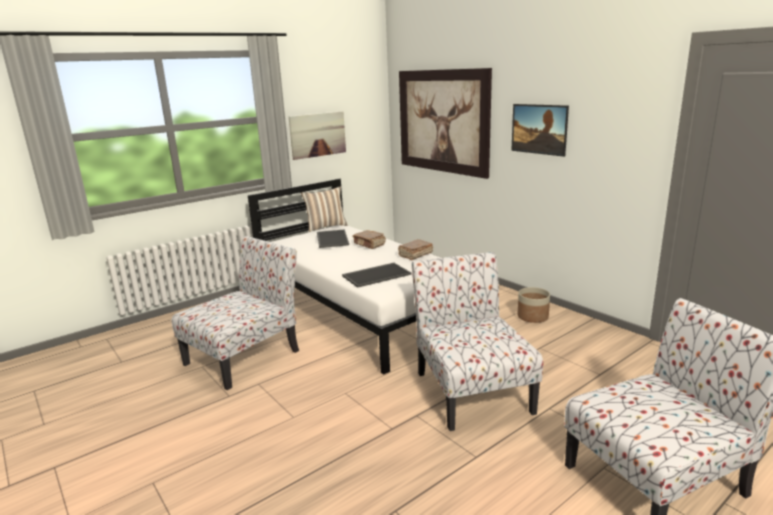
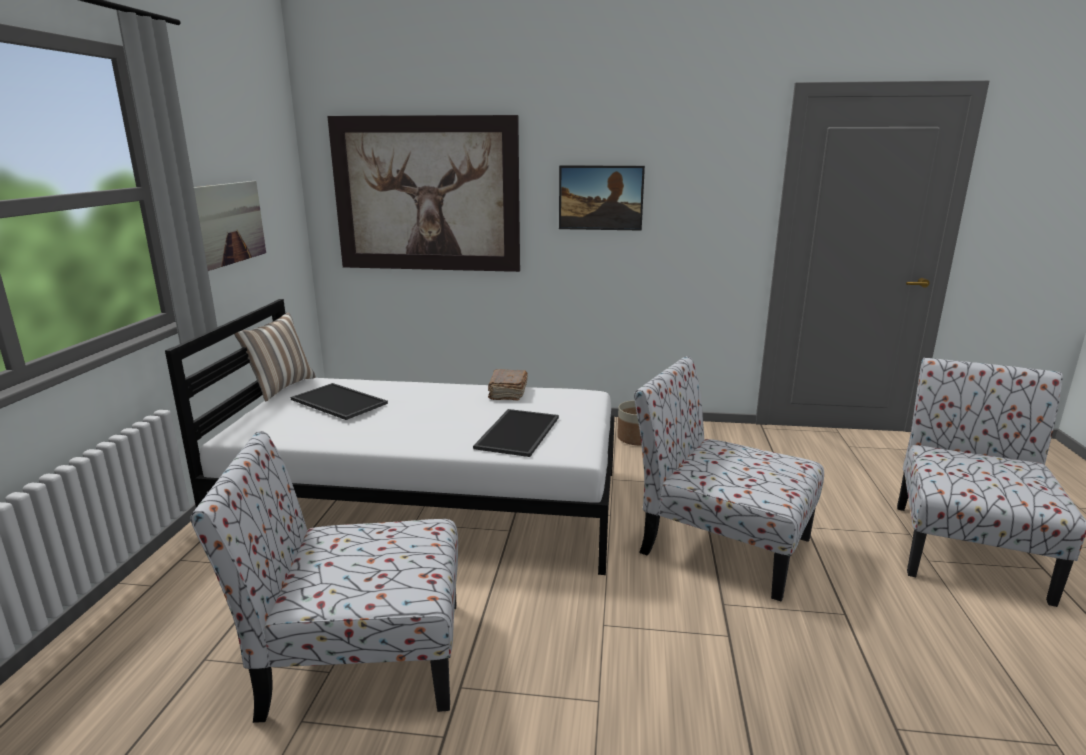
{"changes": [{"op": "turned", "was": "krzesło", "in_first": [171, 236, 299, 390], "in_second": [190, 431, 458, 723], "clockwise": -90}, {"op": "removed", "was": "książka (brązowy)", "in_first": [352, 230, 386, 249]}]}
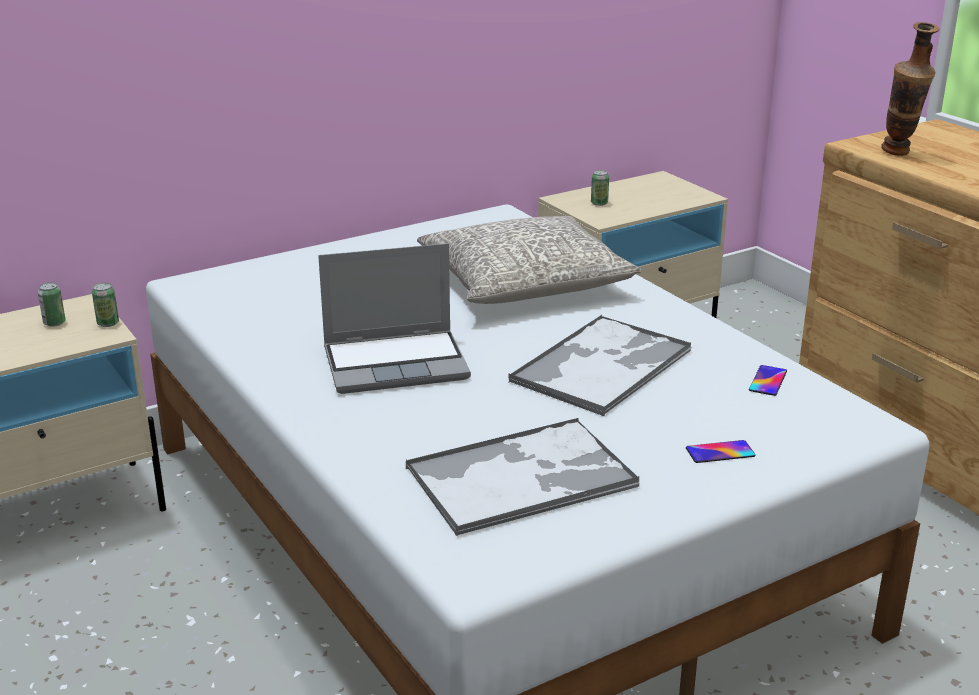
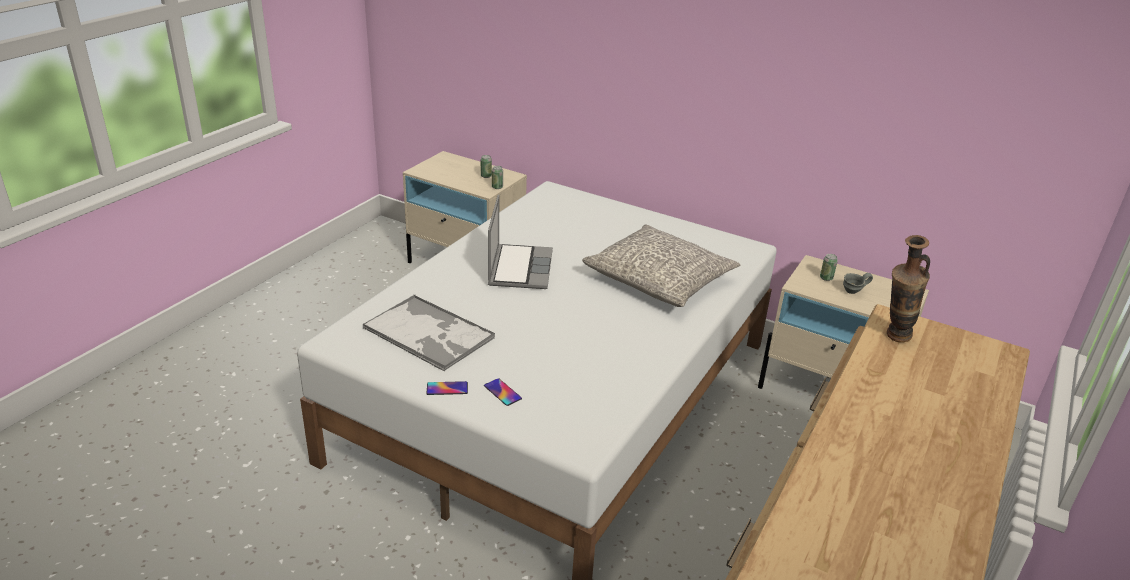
{"changes": [{"op": "moved", "was": "telefon", "in_first": [749, 365, 787, 396], "in_second": [427, 381, 468, 395]}, {"op": "turned", "was": "laptop", "in_first": [318, 243, 471, 394], "in_second": [488, 195, 553, 289], "clockwise": -135}, {"op": "added", "now": "kubek (szary)", "in_second": [843, 273, 873, 294]}, {"op": "removed", "was": "taca", "in_first": [508, 315, 693, 417]}]}
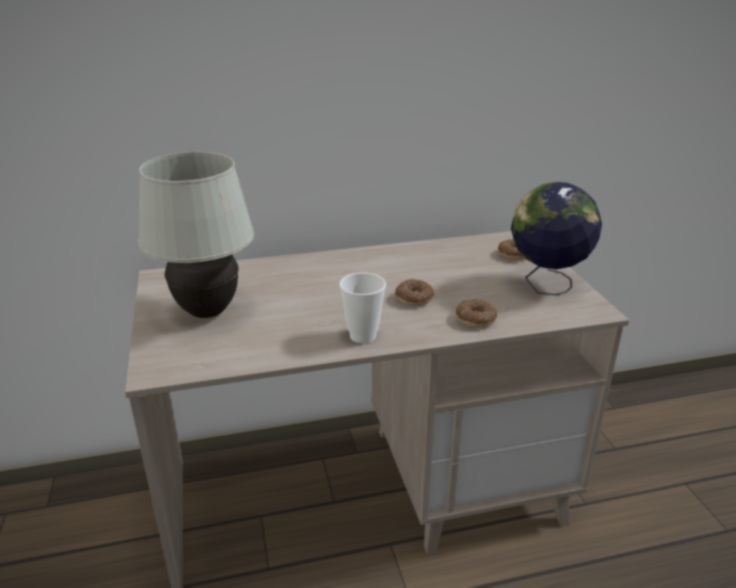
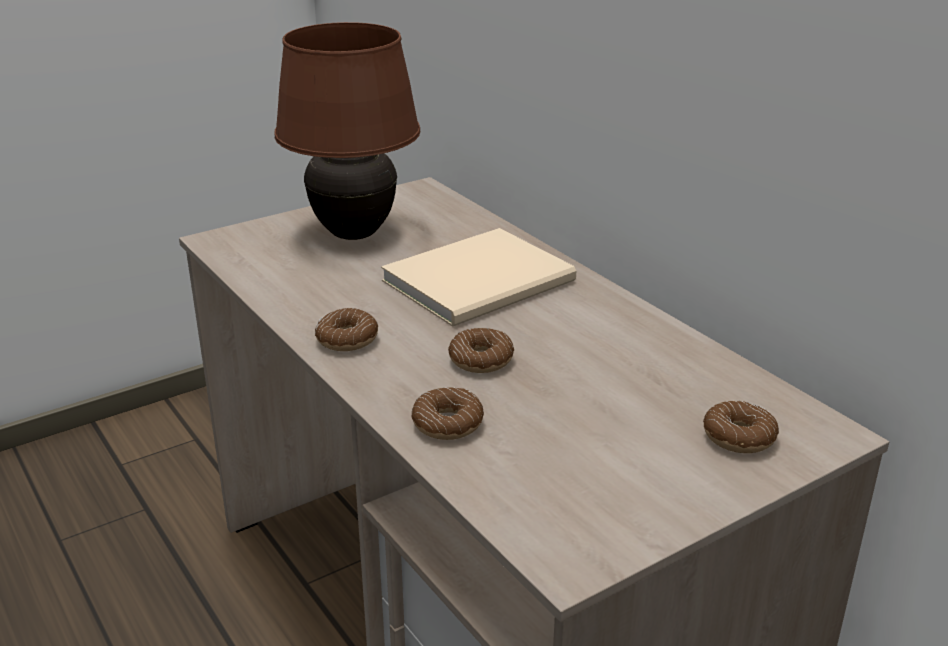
{"changes": [{"op": "recoloured", "was": "lampa stołowa (biały)", "now": "lampa stołowa (brązowy)", "in_first": [138, 152, 254, 318], "in_second": [274, 22, 420, 240]}, {"op": "replaced", "was": "filiżanka", "now": "donut", "in_first": [340, 273, 386, 343], "in_second": [315, 308, 378, 351]}, {"op": "added", "now": "książka (beżowy)", "in_second": [381, 228, 576, 327]}, {"op": "removed", "was": "globus", "in_first": [511, 182, 602, 295]}]}
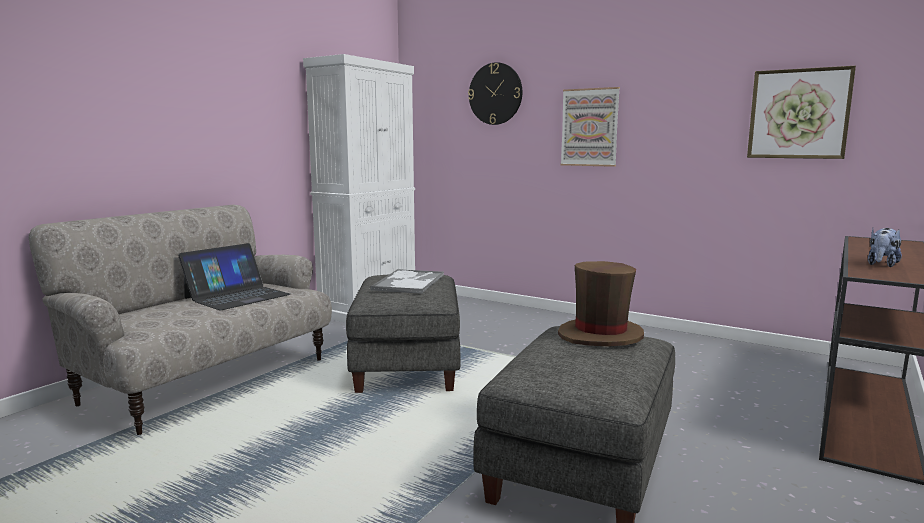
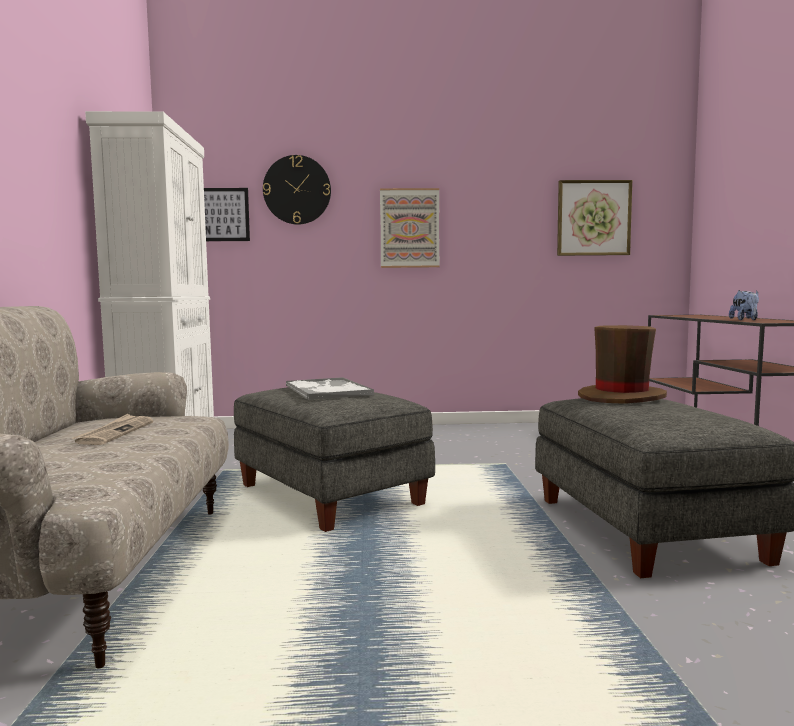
{"changes": [{"op": "replaced", "was": "laptop", "now": "gazeta", "in_first": [178, 243, 290, 310], "in_second": [71, 414, 153, 445]}, {"op": "added", "now": "obraz", "in_second": [204, 188, 250, 241]}]}
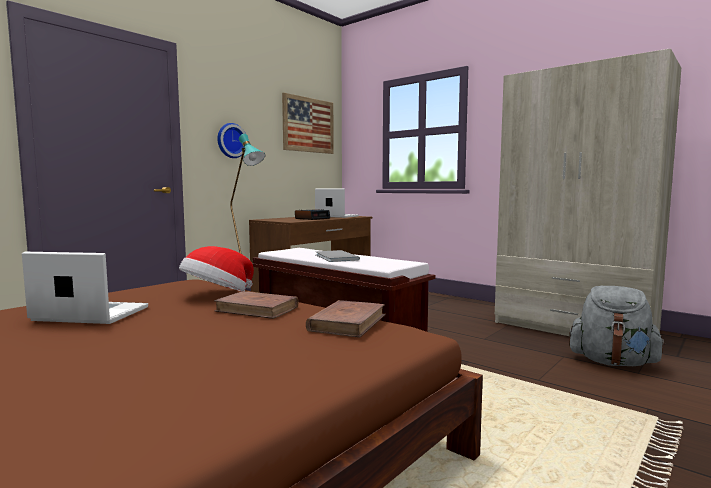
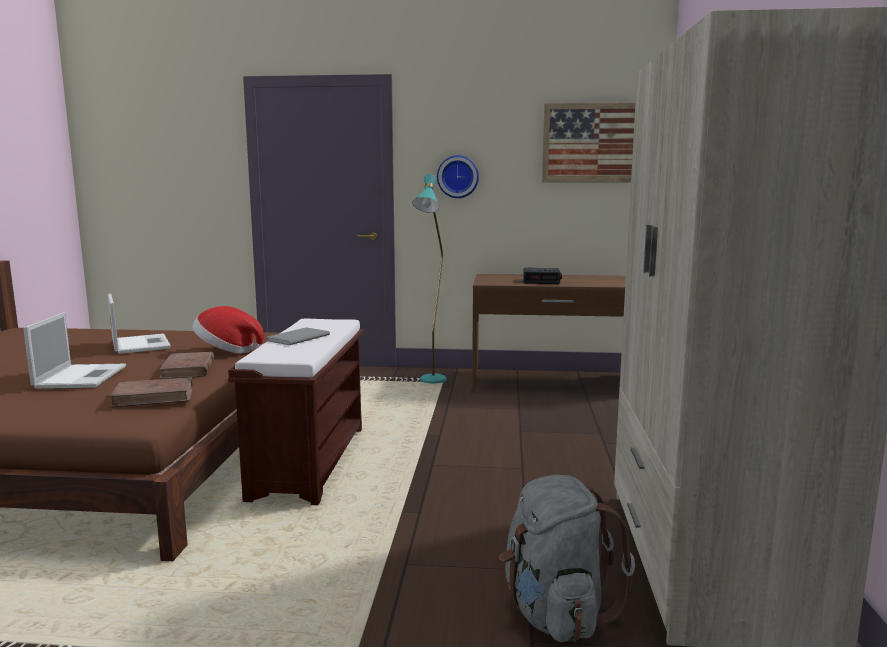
{"changes": [{"op": "moved", "was": "laptop", "in_first": [315, 189, 359, 218], "in_second": [23, 312, 126, 389]}]}
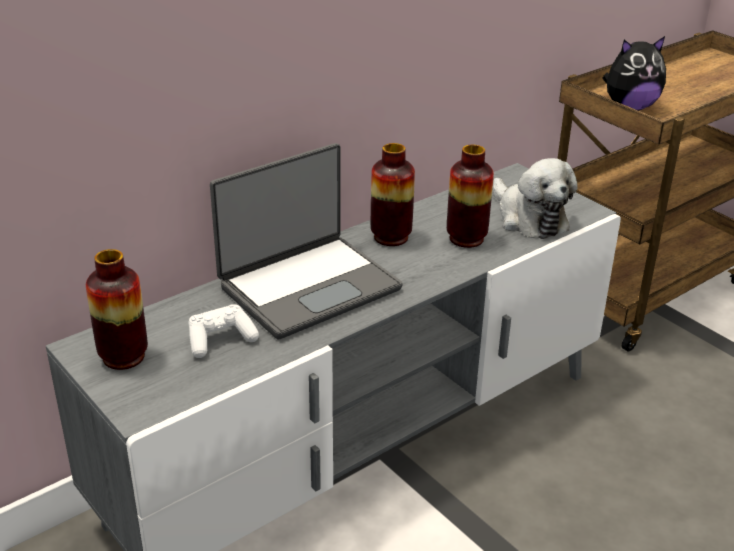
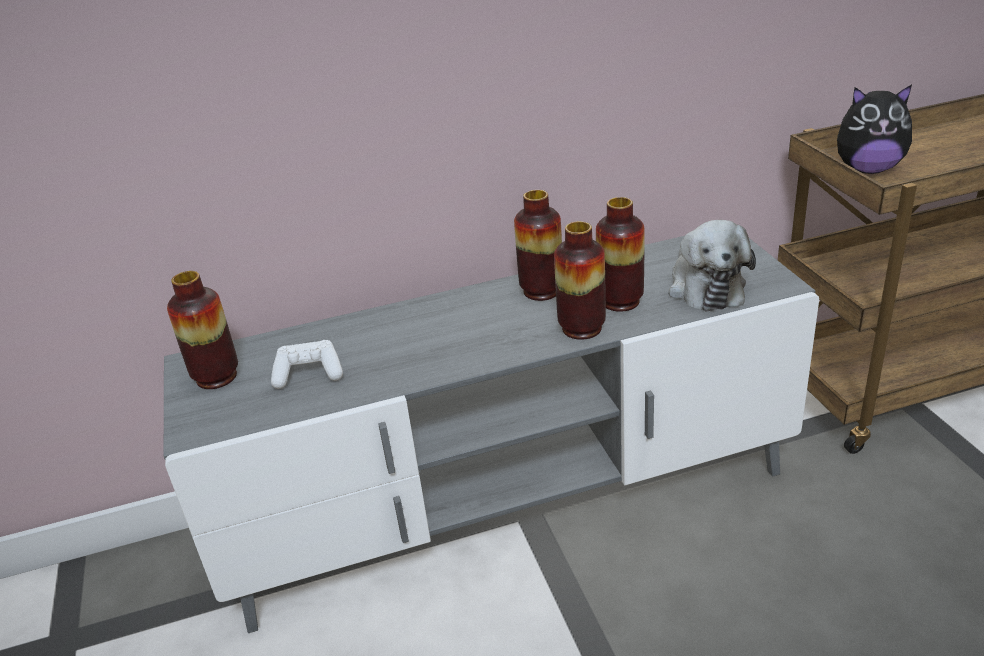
{"changes": [{"op": "added", "now": "wazon", "in_second": [554, 221, 606, 340]}, {"op": "removed", "was": "laptop", "in_first": [210, 143, 403, 340]}]}
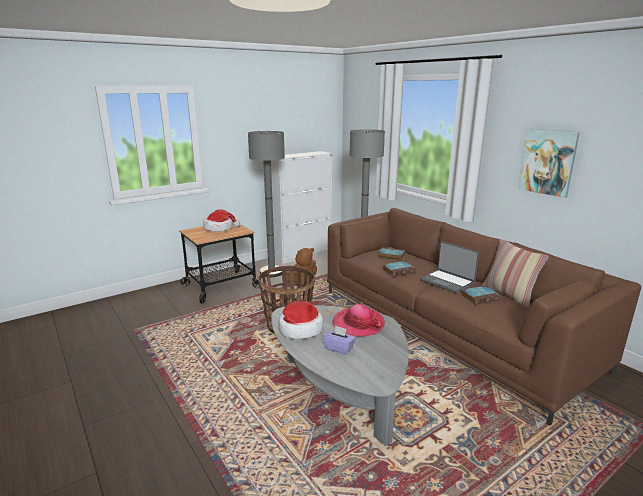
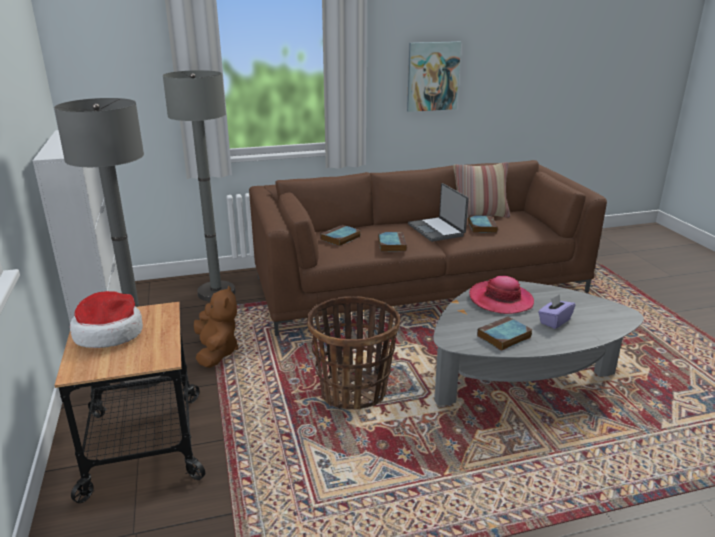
{"changes": [{"op": "turned", "was": "laptop", "in_first": [420, 241, 479, 294], "in_second": [408, 183, 469, 242], "clockwise": 90}, {"op": "replaced", "was": "kapelusz", "now": "książka", "in_first": [279, 301, 323, 339], "in_second": [477, 316, 533, 351]}]}
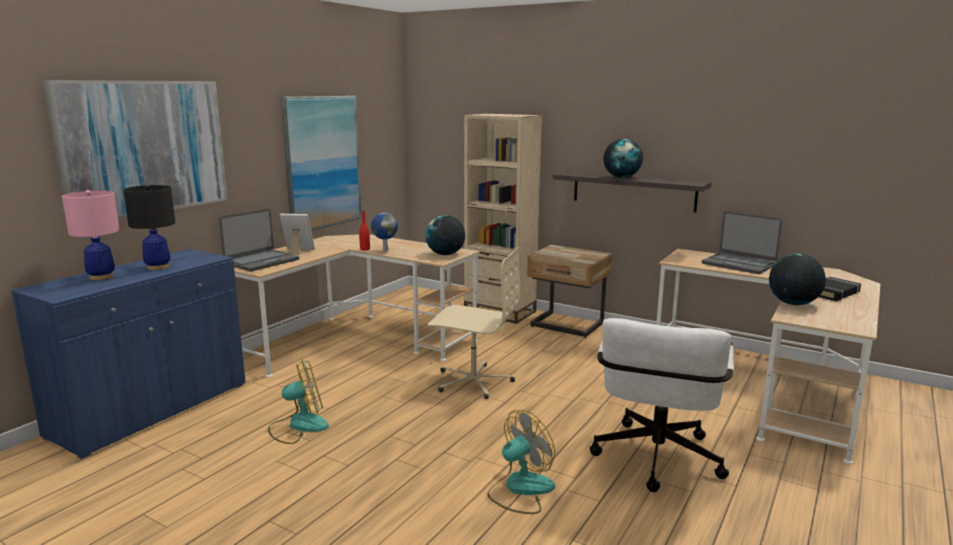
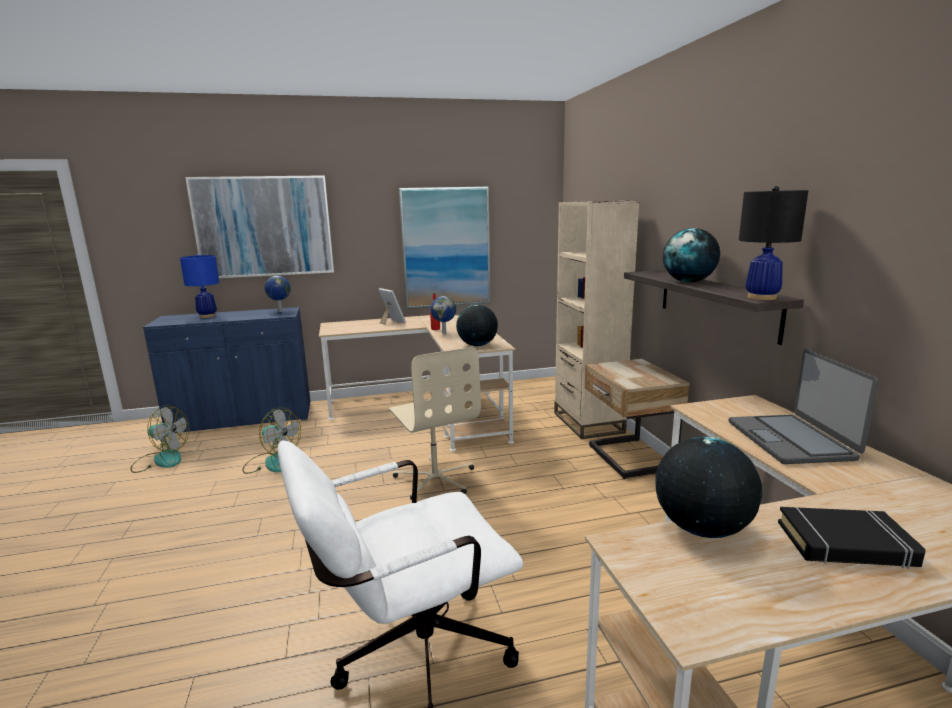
{"changes": [{"op": "moved", "was": "wentylator", "in_first": [487, 410, 555, 514], "in_second": [130, 405, 189, 473]}, {"op": "recoloured", "was": "lampa stołowa (różowy)", "now": "lampa stołowa (niebieski)", "in_first": [62, 190, 120, 280], "in_second": [180, 254, 220, 318]}, {"op": "added", "now": "globus", "in_second": [265, 276, 291, 312]}, {"op": "moved", "was": "lampa stołowa (czarny)", "in_first": [123, 185, 175, 270], "in_second": [739, 186, 808, 300]}, {"op": "removed", "was": "laptop", "in_first": [219, 209, 300, 271]}]}
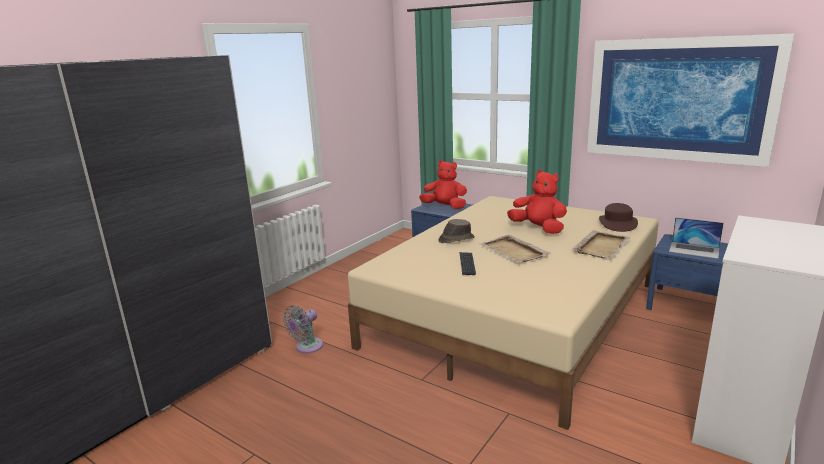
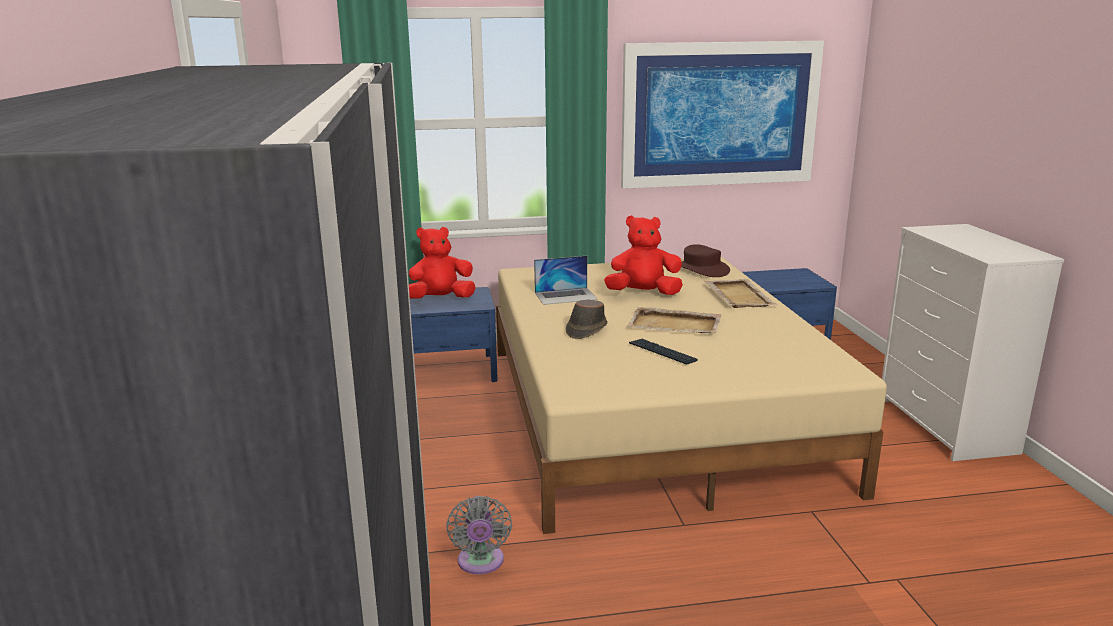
{"changes": [{"op": "moved", "was": "laptop", "in_first": [669, 217, 724, 259], "in_second": [534, 256, 598, 305]}]}
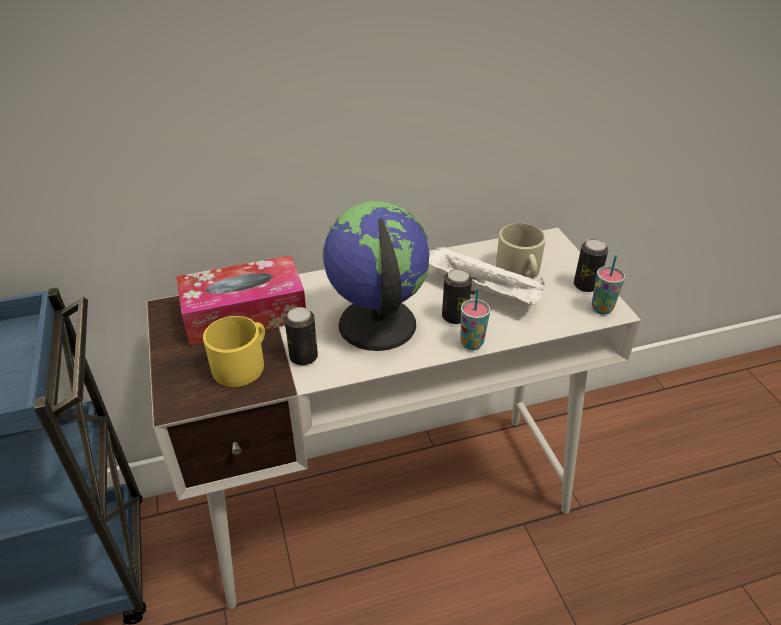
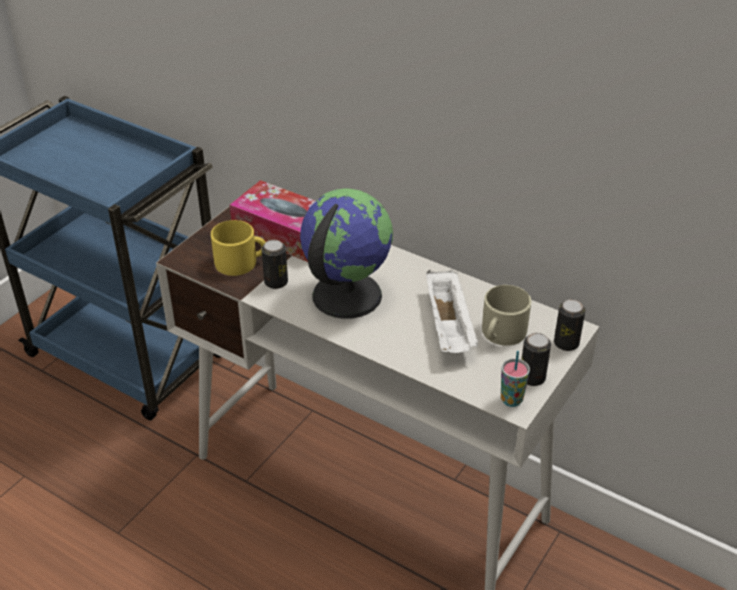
{"changes": [{"op": "moved", "was": "puszka", "in_first": [442, 269, 472, 324], "in_second": [554, 299, 586, 351]}, {"op": "removed", "was": "filiżanka", "in_first": [461, 289, 490, 350]}]}
